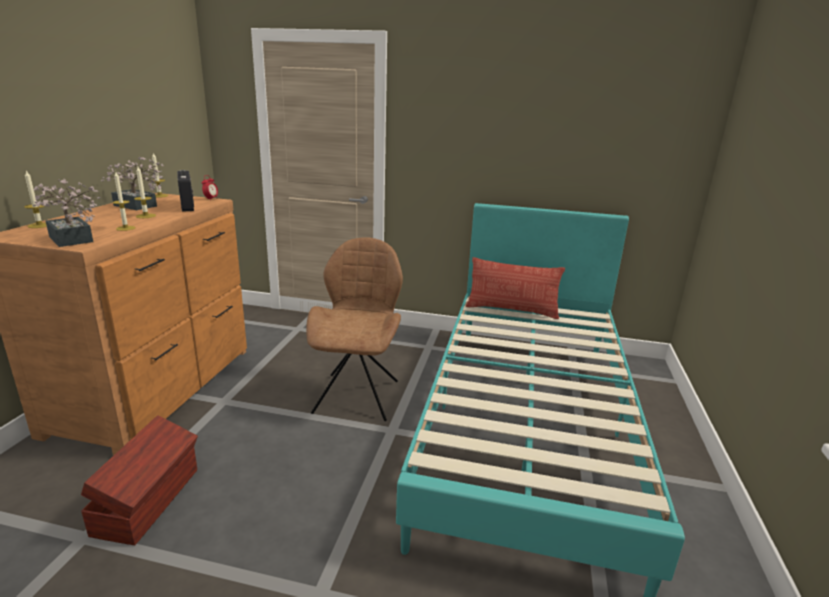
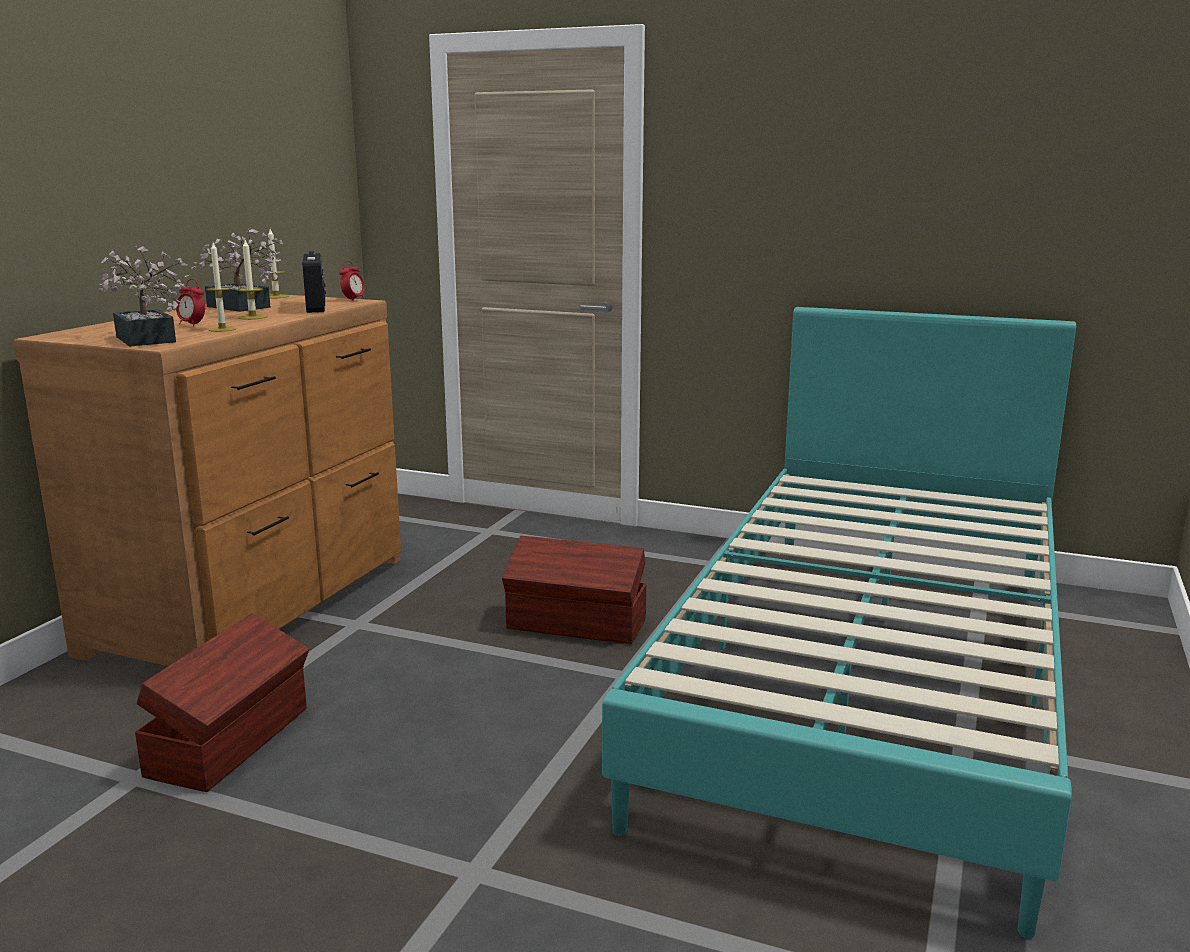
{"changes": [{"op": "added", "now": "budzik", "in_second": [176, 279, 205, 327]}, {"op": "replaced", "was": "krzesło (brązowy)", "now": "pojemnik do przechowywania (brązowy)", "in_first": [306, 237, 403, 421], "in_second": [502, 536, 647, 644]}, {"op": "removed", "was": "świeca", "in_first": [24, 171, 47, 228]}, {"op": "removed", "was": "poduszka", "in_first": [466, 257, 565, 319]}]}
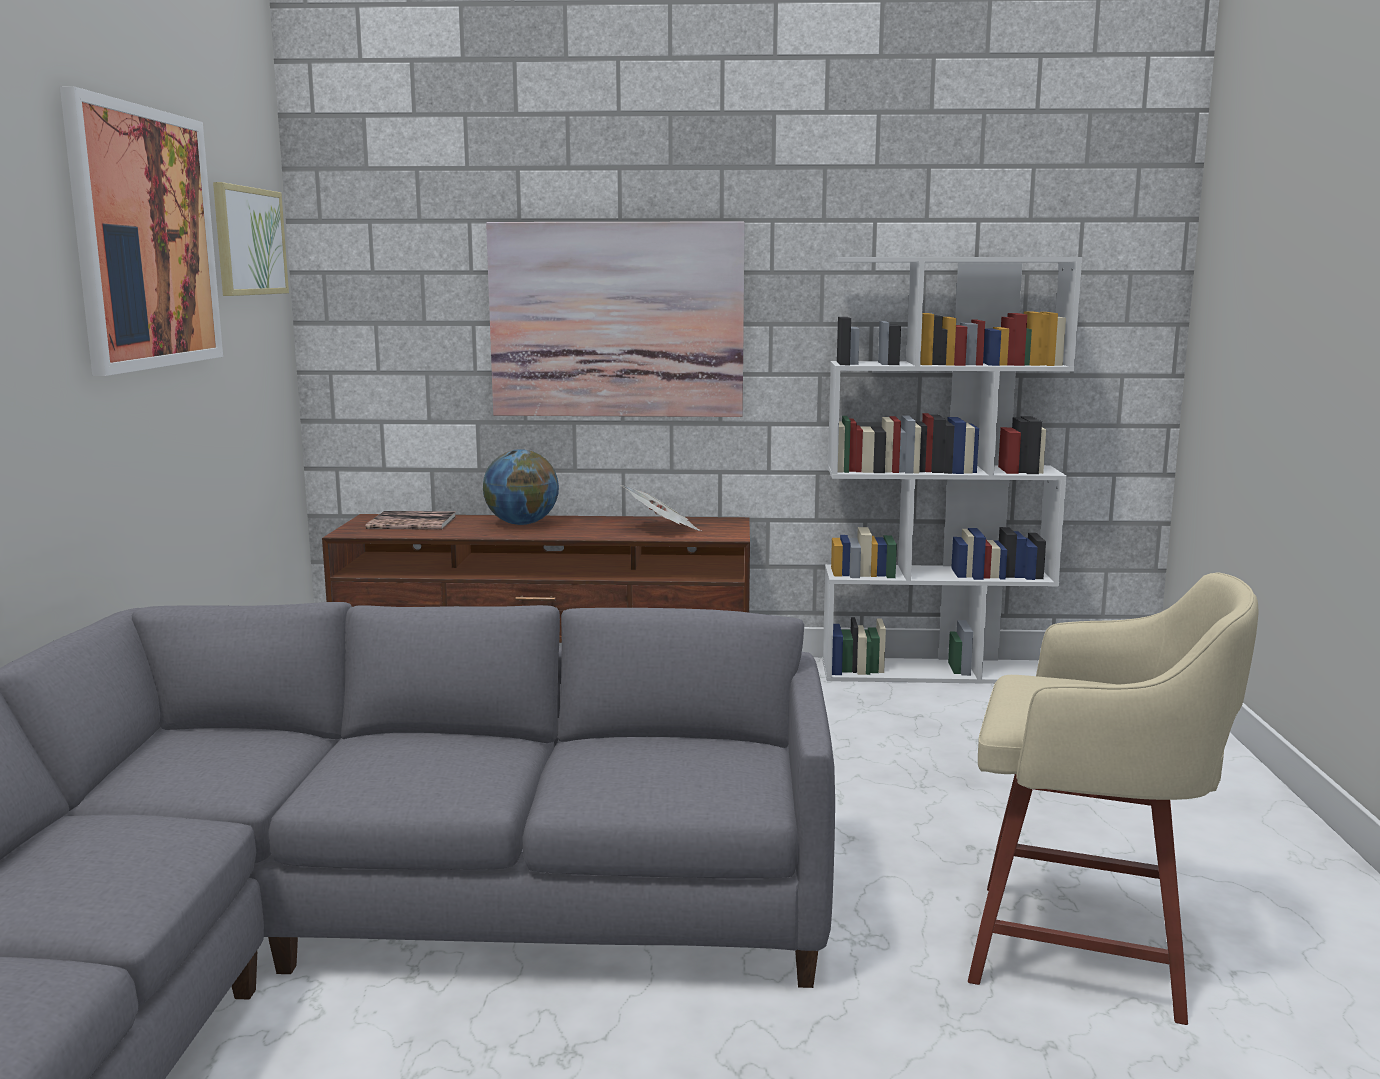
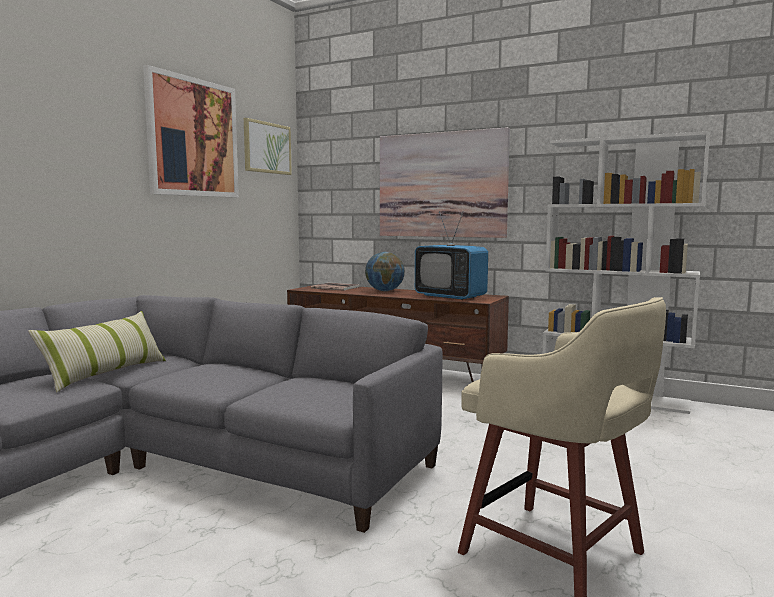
{"changes": [{"op": "added", "now": "poduszka", "in_second": [28, 311, 166, 393]}, {"op": "replaced", "was": "gazeta", "now": "telewizor", "in_first": [620, 485, 701, 531], "in_second": [415, 211, 488, 300]}]}
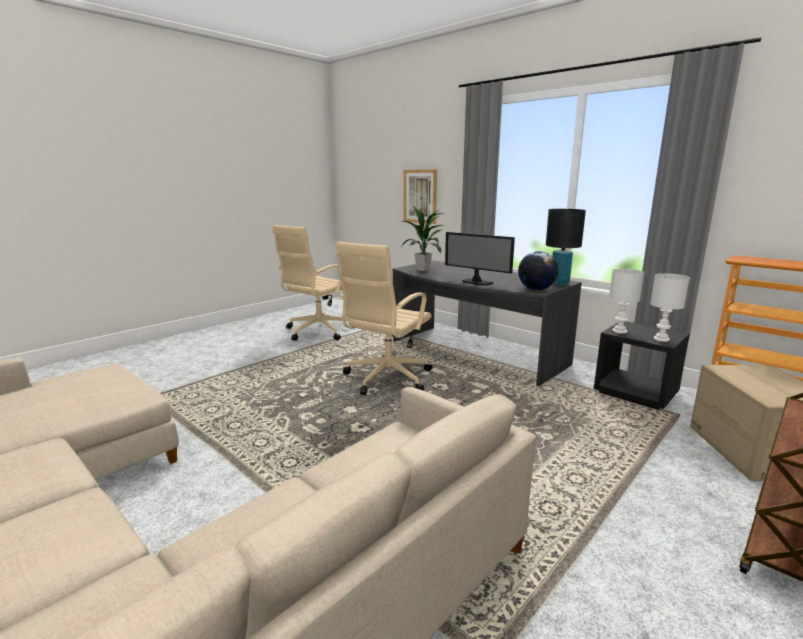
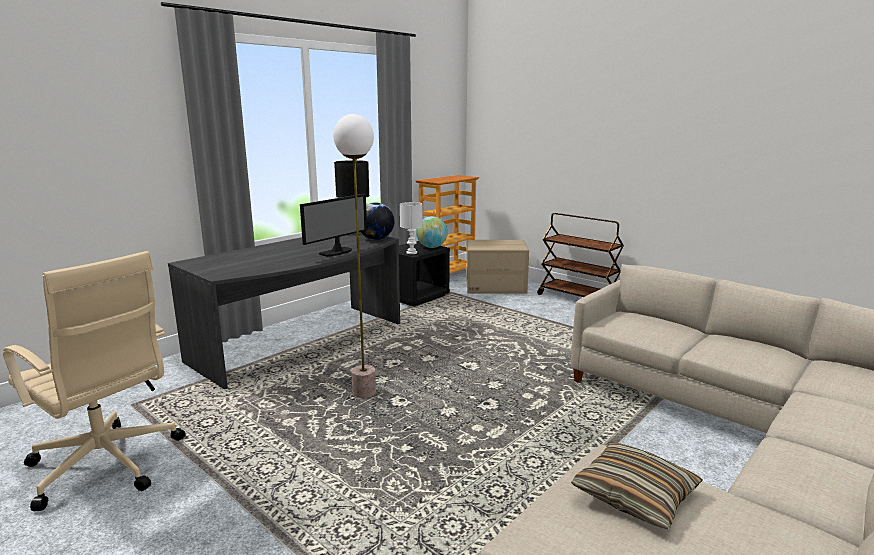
{"changes": [{"op": "replaced", "was": "krzesło biurowe (beżowy)", "now": "lampa stojąca", "in_first": [336, 242, 433, 395], "in_second": [333, 114, 376, 398]}, {"op": "replaced", "was": "lampa stołowa (biały)", "now": "globus", "in_first": [650, 273, 690, 342], "in_second": [416, 216, 448, 248]}, {"op": "added", "now": "poduszka", "in_second": [571, 442, 703, 530]}, {"op": "removed", "was": "roślina doniczkowa", "in_first": [401, 206, 447, 271]}, {"op": "removed", "was": "obraz", "in_first": [403, 170, 437, 224]}]}
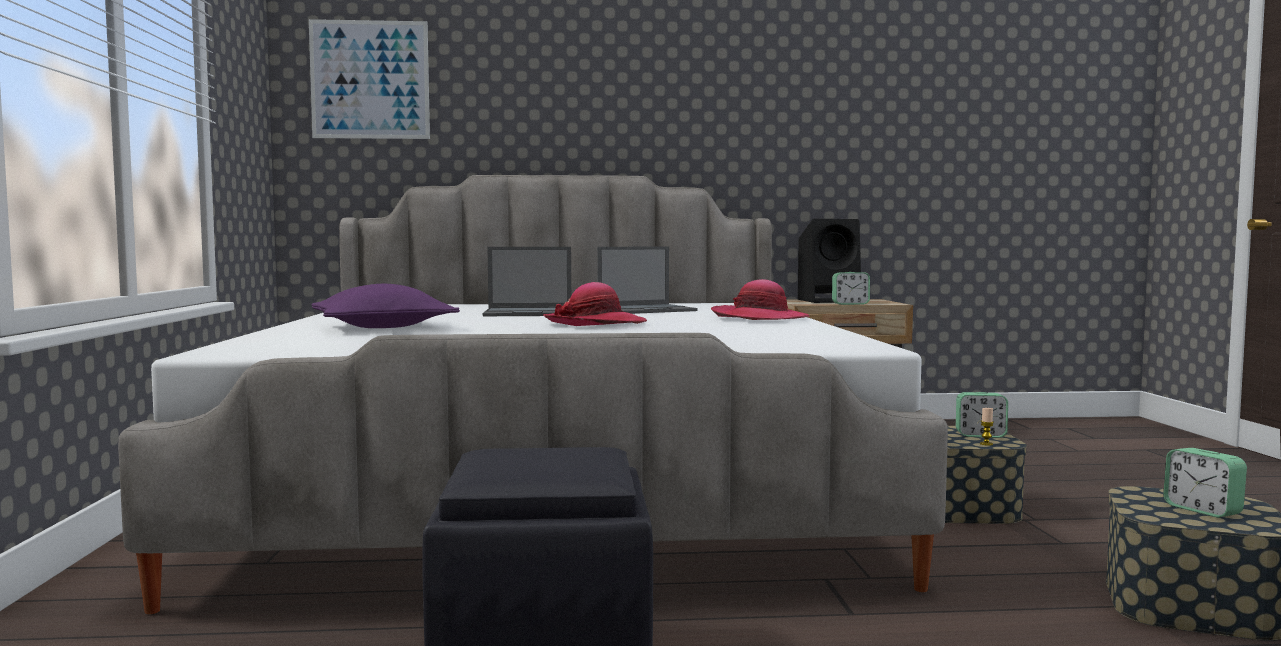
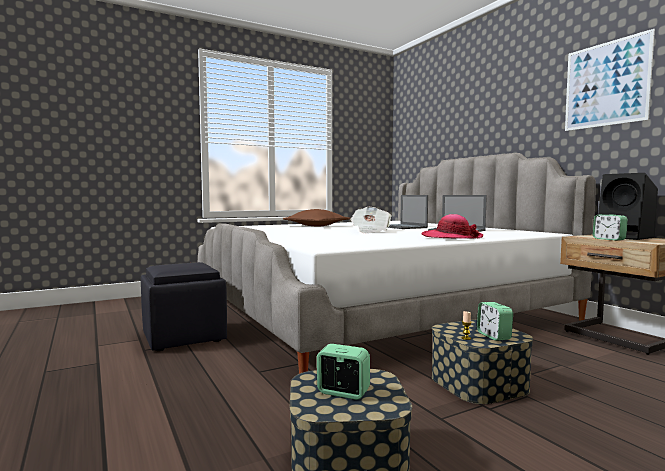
{"changes": [{"op": "recoloured", "was": "poduszka (fioletowy)", "now": "poduszka (brązowy)", "in_first": [312, 284, 460, 328], "in_second": [283, 209, 350, 226]}, {"op": "turned", "was": "budzik", "in_first": [1163, 448, 1247, 518], "in_second": [317, 344, 370, 400], "clockwise": 75}, {"op": "replaced", "was": "kapelusz", "now": "gazeta", "in_first": [543, 282, 647, 326], "in_second": [350, 207, 391, 234]}, {"op": "moved", "was": "obraz", "in_first": [309, 19, 430, 139], "in_second": [565, 29, 655, 131]}]}
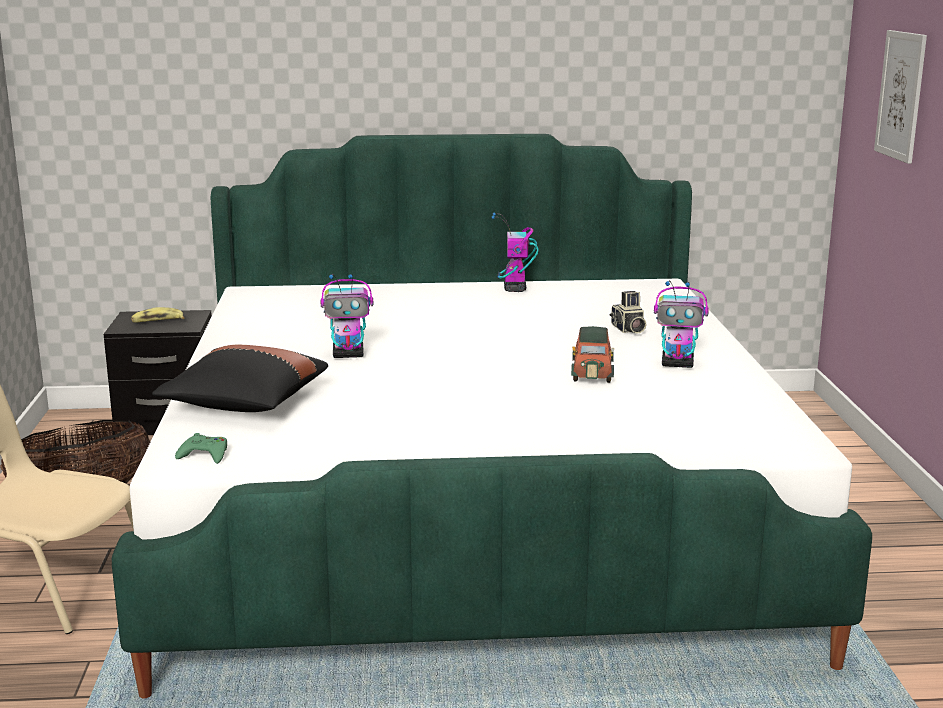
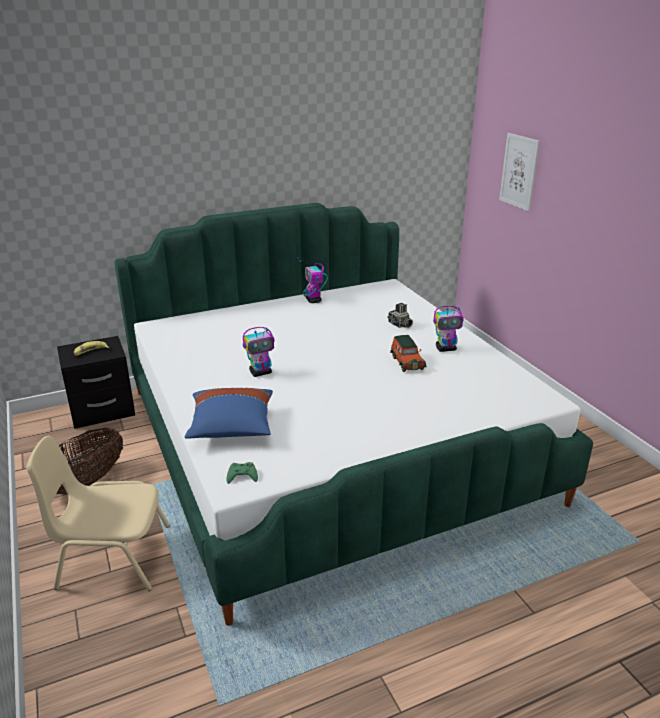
{"changes": [{"op": "recoloured", "was": "poduszka (czarny)", "now": "poduszka (niebieski)", "in_first": [152, 345, 328, 412], "in_second": [185, 388, 273, 439]}]}
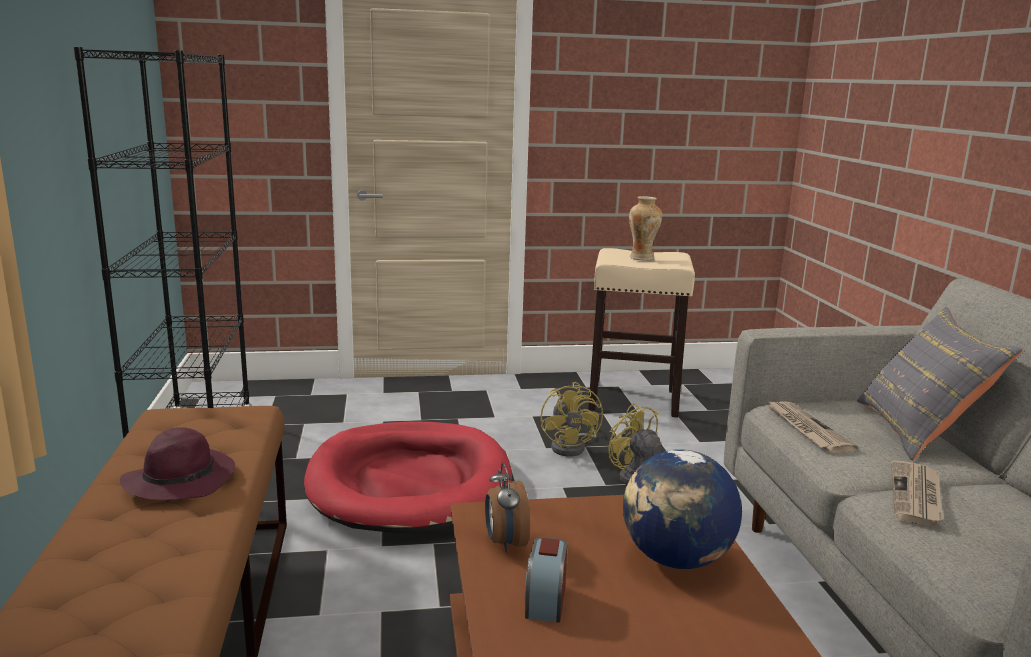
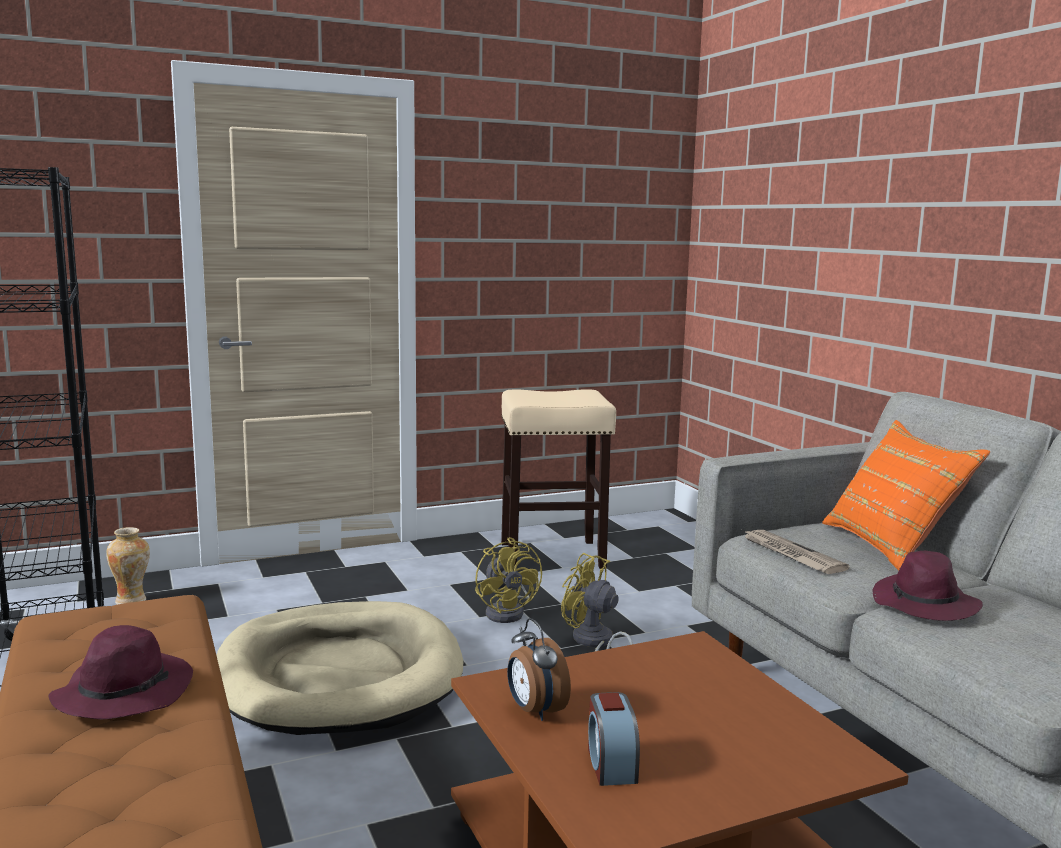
{"changes": [{"op": "moved", "was": "wazon", "in_first": [629, 196, 662, 260], "in_second": [106, 527, 150, 605]}, {"op": "recoloured", "was": "legowisko (czerwony)", "now": "legowisko (beżowy)", "in_first": [304, 422, 512, 534], "in_second": [216, 601, 463, 735]}, {"op": "recoloured", "was": "poduszka (szary)", "now": "poduszka (pomarańczowy)", "in_first": [857, 307, 1023, 461], "in_second": [822, 420, 990, 570]}, {"op": "replaced", "was": "gazeta", "now": "kapelusz (fioletowy)", "in_first": [891, 460, 943, 527], "in_second": [872, 551, 983, 621]}, {"op": "removed", "was": "globus", "in_first": [623, 449, 742, 569]}]}
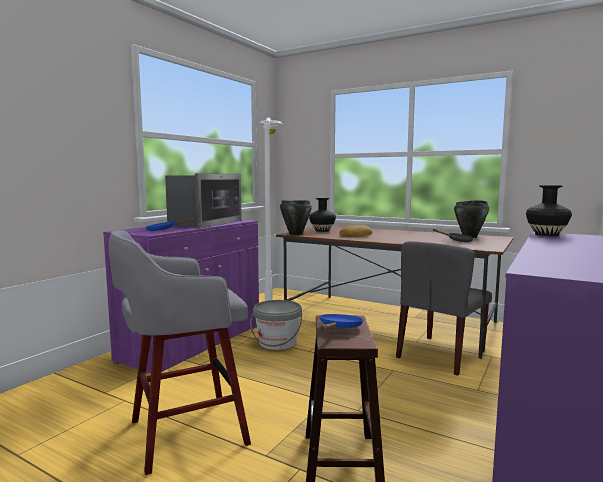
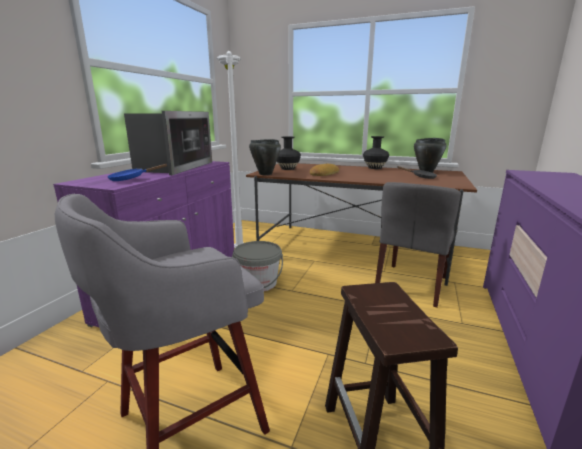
{"changes": [{"op": "moved", "was": "wazon (czarny)", "in_first": [526, 185, 572, 236], "in_second": [363, 136, 389, 169]}, {"op": "removed", "was": "patelnia (niebieski)", "in_first": [320, 314, 364, 330]}]}
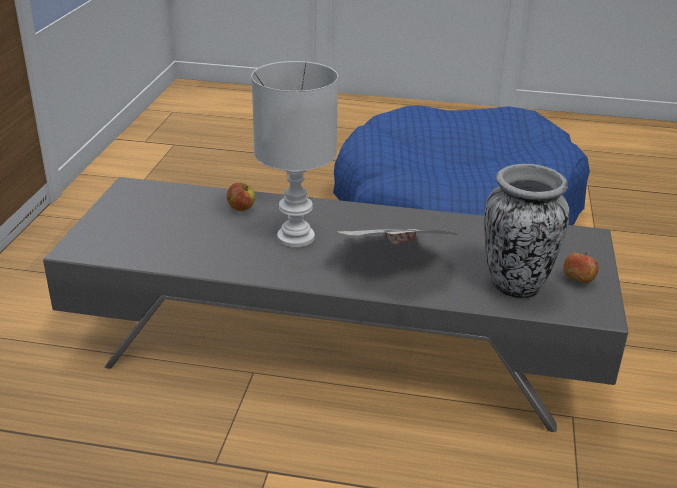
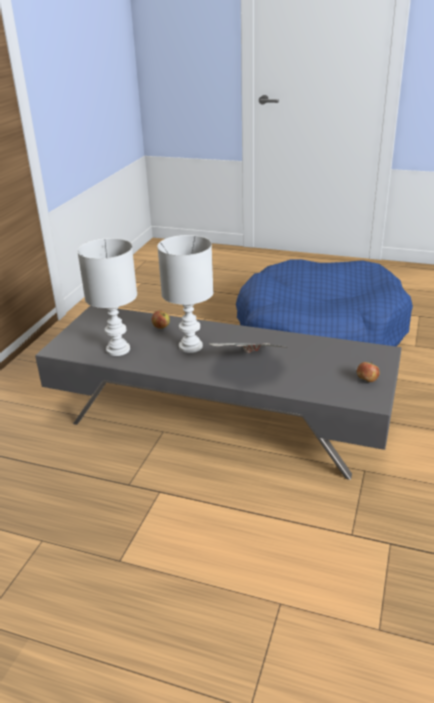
{"changes": [{"op": "added", "now": "lampa stołowa (biały)", "in_second": [77, 238, 137, 356]}, {"op": "removed", "was": "wazon", "in_first": [484, 164, 569, 299]}]}
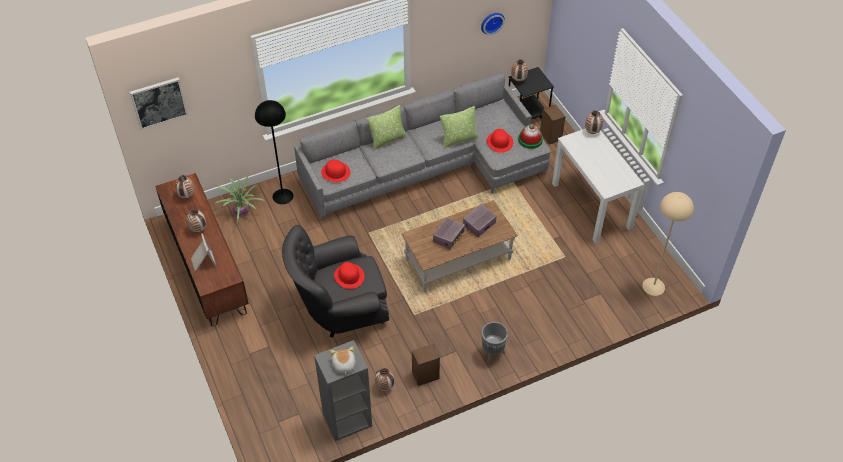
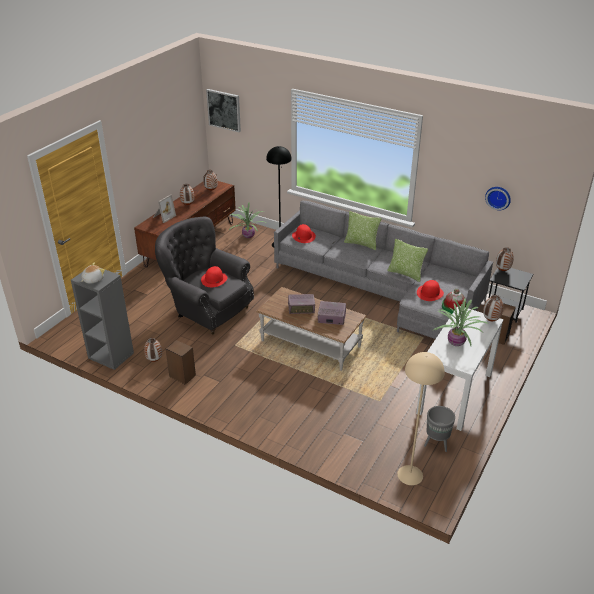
{"changes": [{"op": "moved", "was": "donica (szary)", "in_first": [482, 322, 508, 364], "in_second": [424, 406, 455, 452]}, {"op": "added", "now": "roślina doniczkowa", "in_second": [432, 298, 488, 346]}]}
